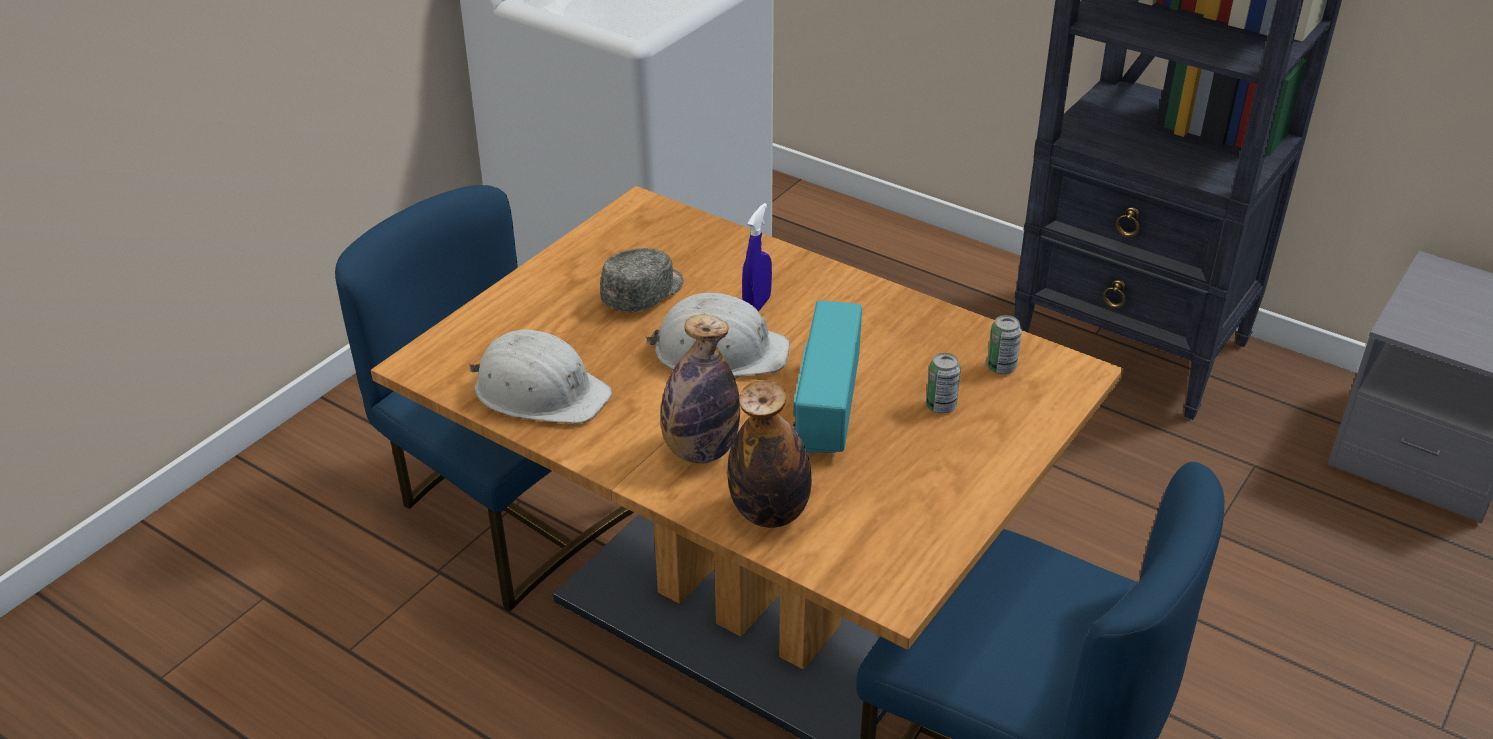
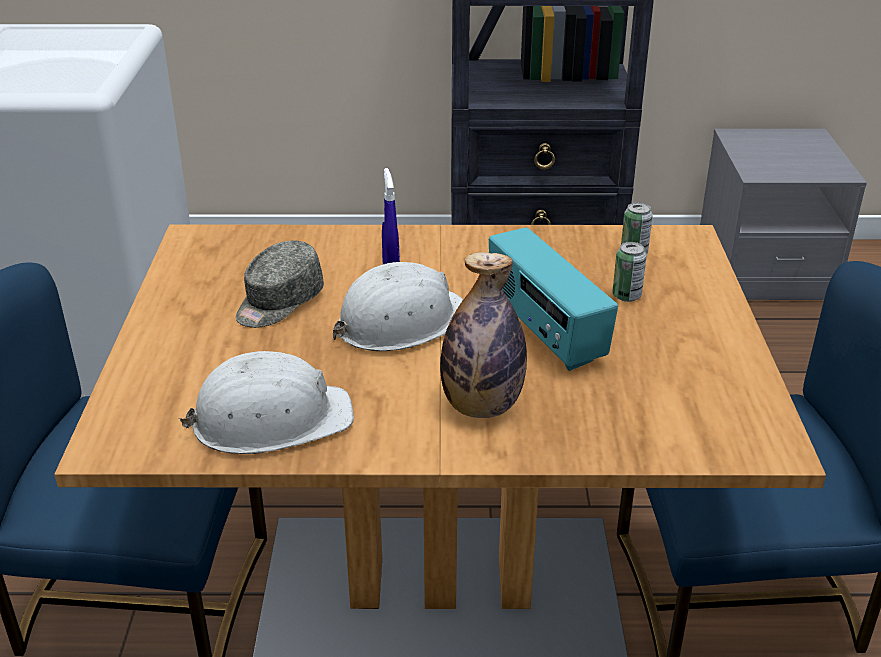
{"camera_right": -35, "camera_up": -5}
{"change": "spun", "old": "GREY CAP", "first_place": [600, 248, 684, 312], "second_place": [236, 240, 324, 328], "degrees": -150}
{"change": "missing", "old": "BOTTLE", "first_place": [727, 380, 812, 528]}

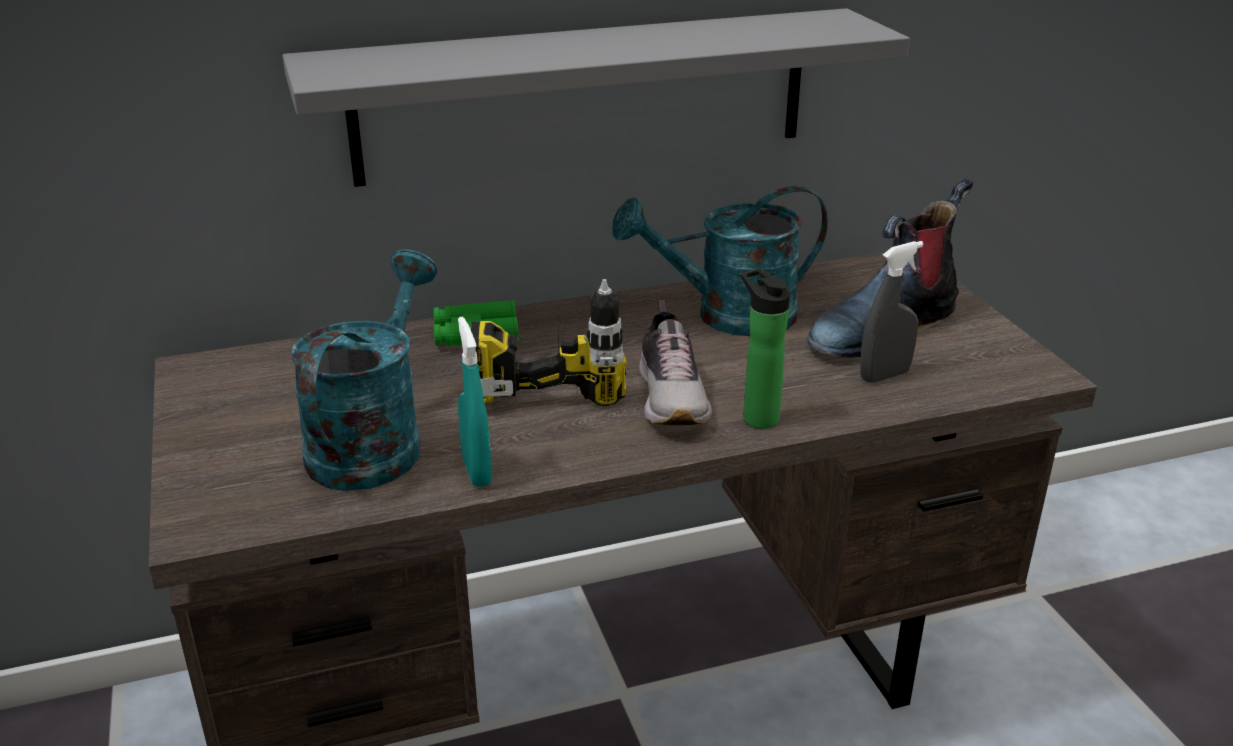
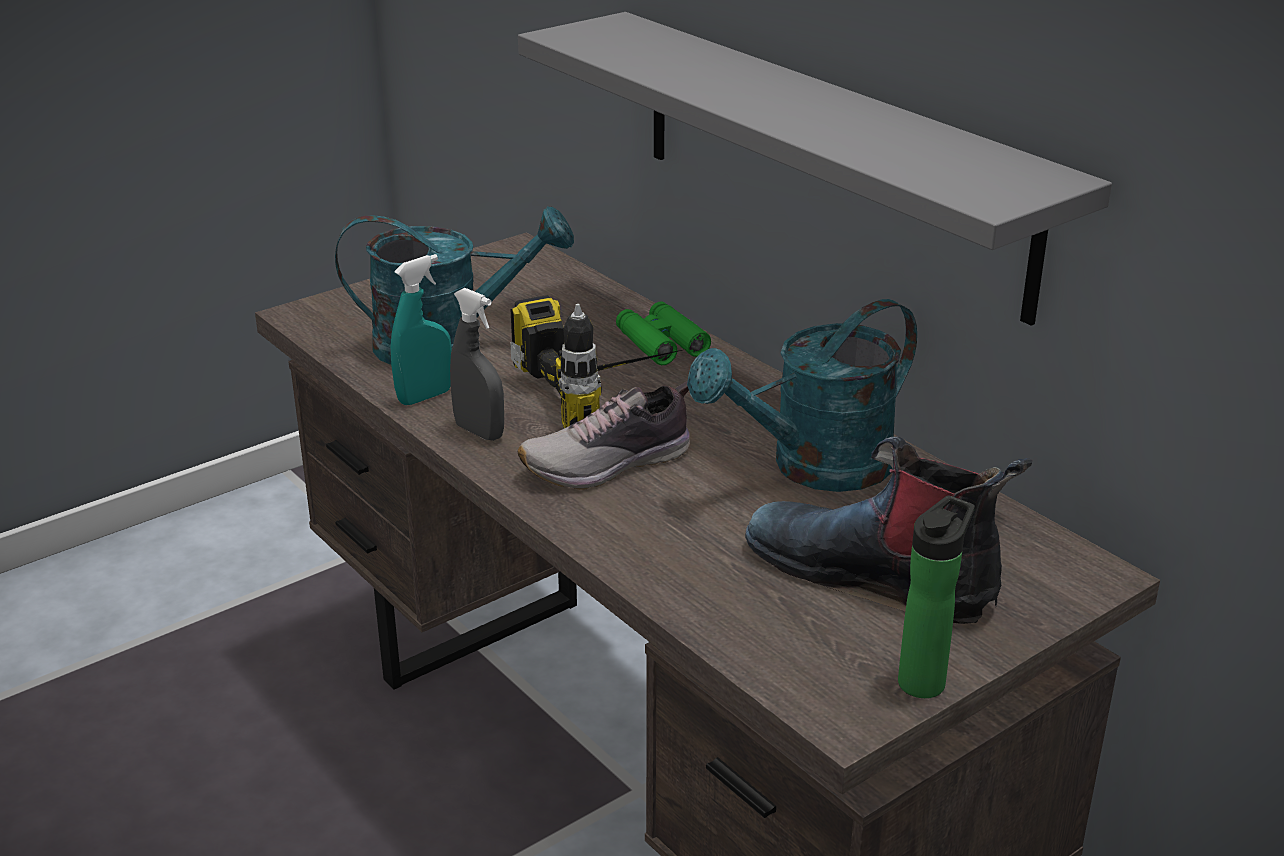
{"camera_right": 70, "camera_up": 0}
{"change": "relocated", "old": "GREY SPRAY BOTTLE", "first_place": [860, 241, 923, 382], "second_place": [450, 288, 504, 441]}
{"change": "spun", "old": "TURQUOISE WATERING CAN", "first_place": [612, 186, 828, 336], "second_place": [687, 299, 917, 492], "degrees": -90}
{"change": "relocated", "old": "BOTTLE", "first_place": [741, 268, 790, 429], "second_place": [898, 495, 975, 698]}

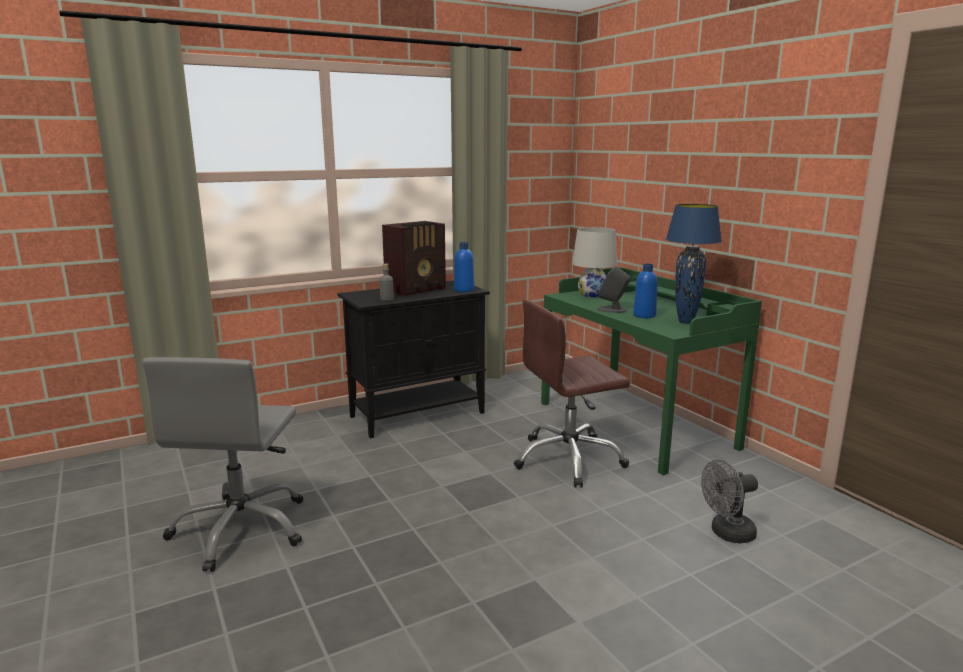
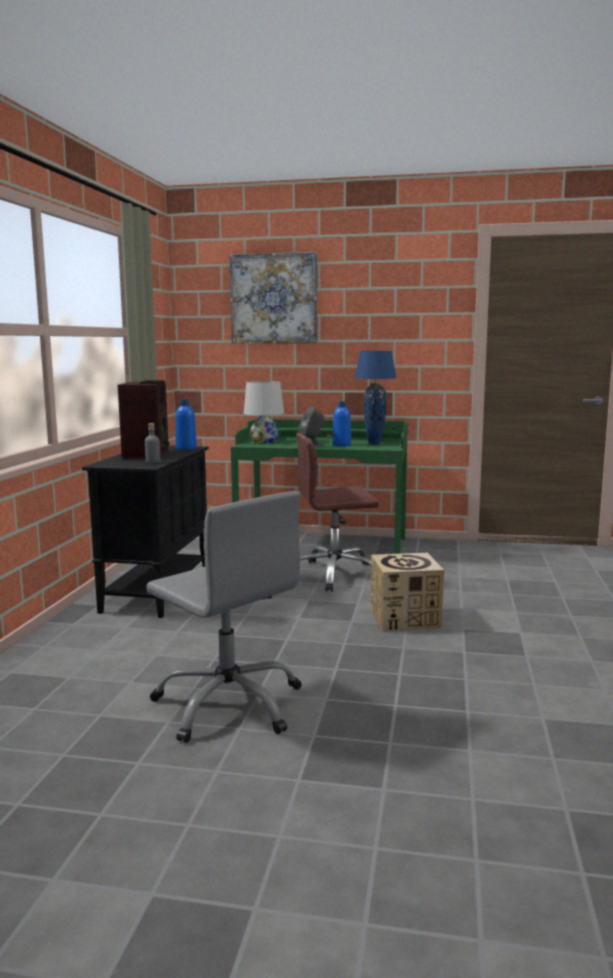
{"camera_right": -50, "camera_up": -5}
{"change": "appeared", "new": "PICTURE", "second_place": [230, 252, 317, 344]}
{"change": "spun", "old": "BROWN OFFICE CHAIR", "first_place": [514, 300, 630, 488], "second_place": [296, 433, 379, 592], "degrees": 60}
{"change": "appeared", "new": "CARDBOARD BOX", "second_place": [370, 553, 444, 631]}
{"change": "missing", "old": "GREY FAN", "first_place": [701, 460, 758, 544]}

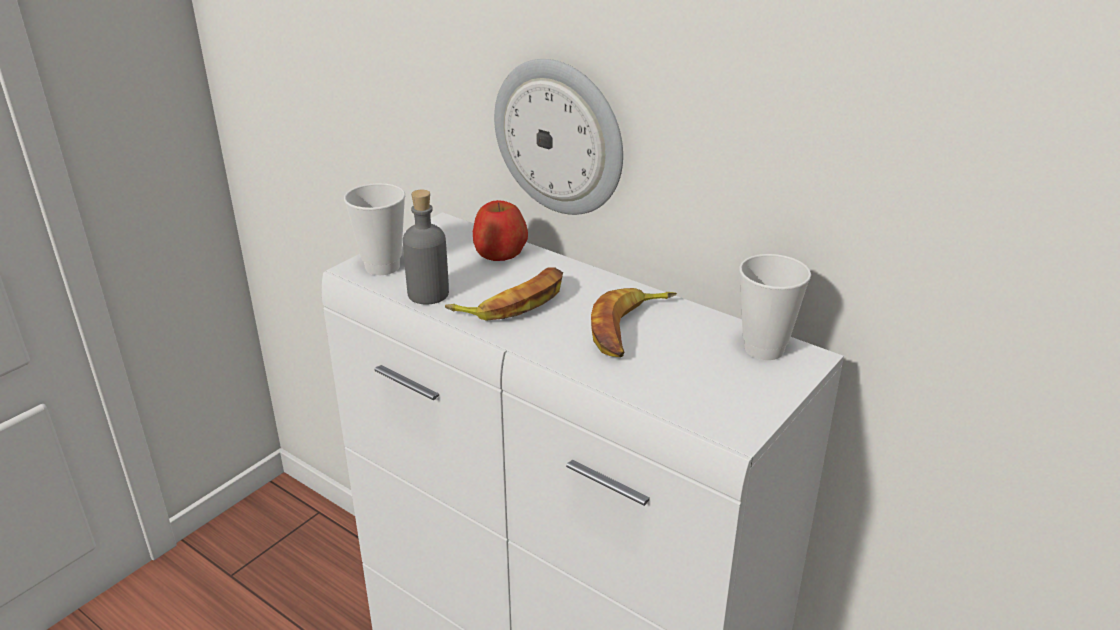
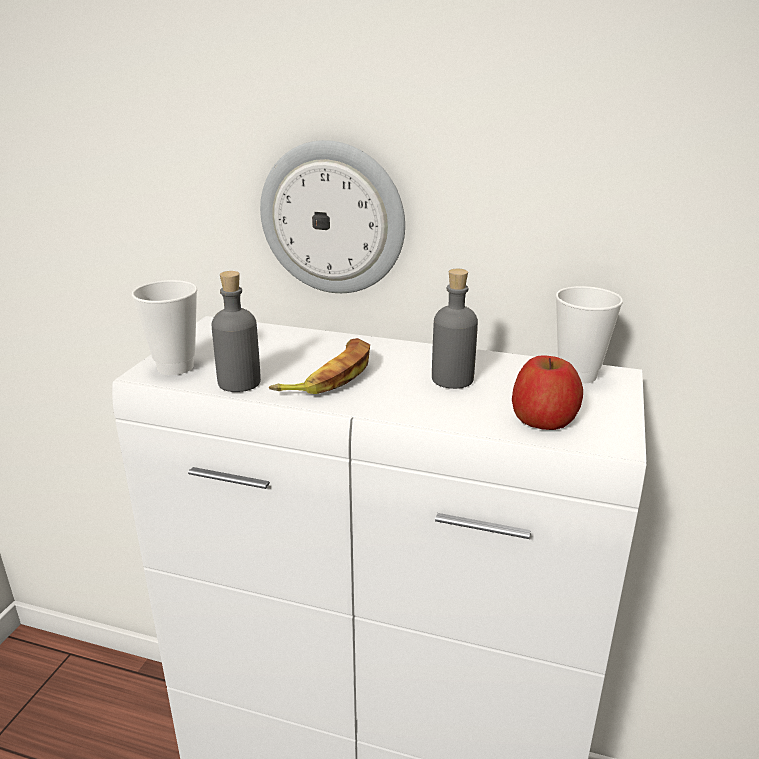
{"camera_right": -20, "camera_up": -5}
{"change": "exchanged", "old": "BANANA", "new": "GREY BOTTLE", "first_place": [591, 288, 677, 357], "second_place": [432, 269, 478, 389]}
{"change": "relocated", "old": "APPLE", "first_place": [473, 200, 528, 261], "second_place": [512, 355, 583, 430]}

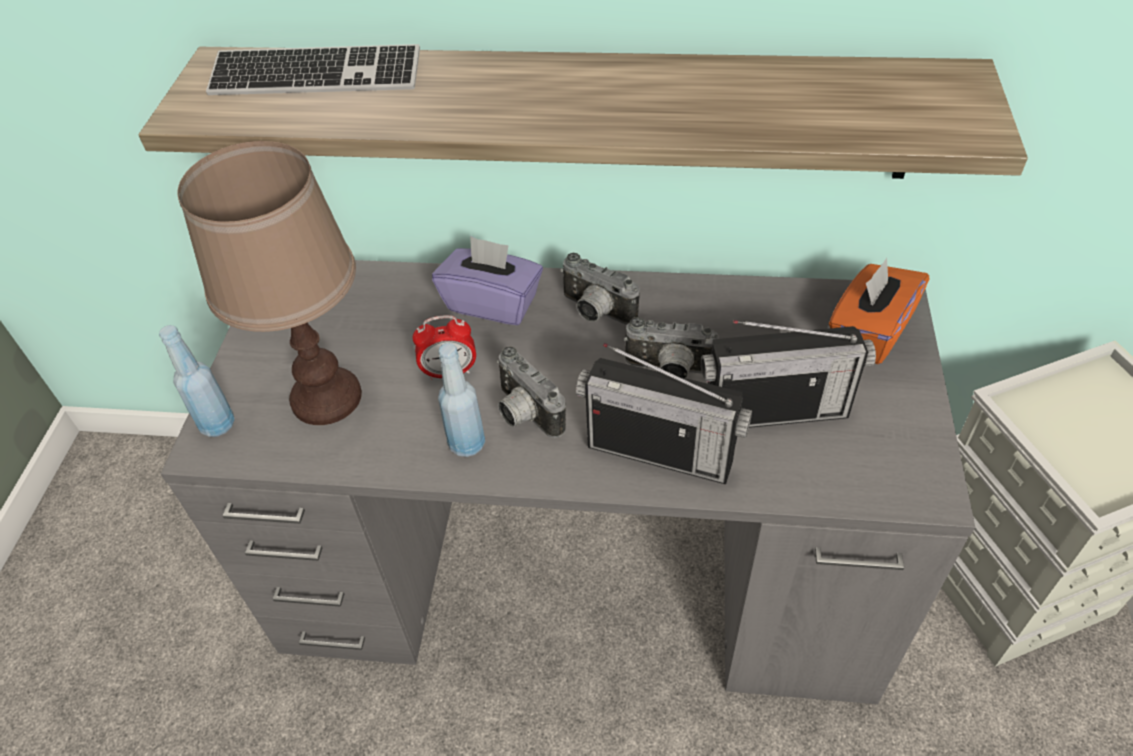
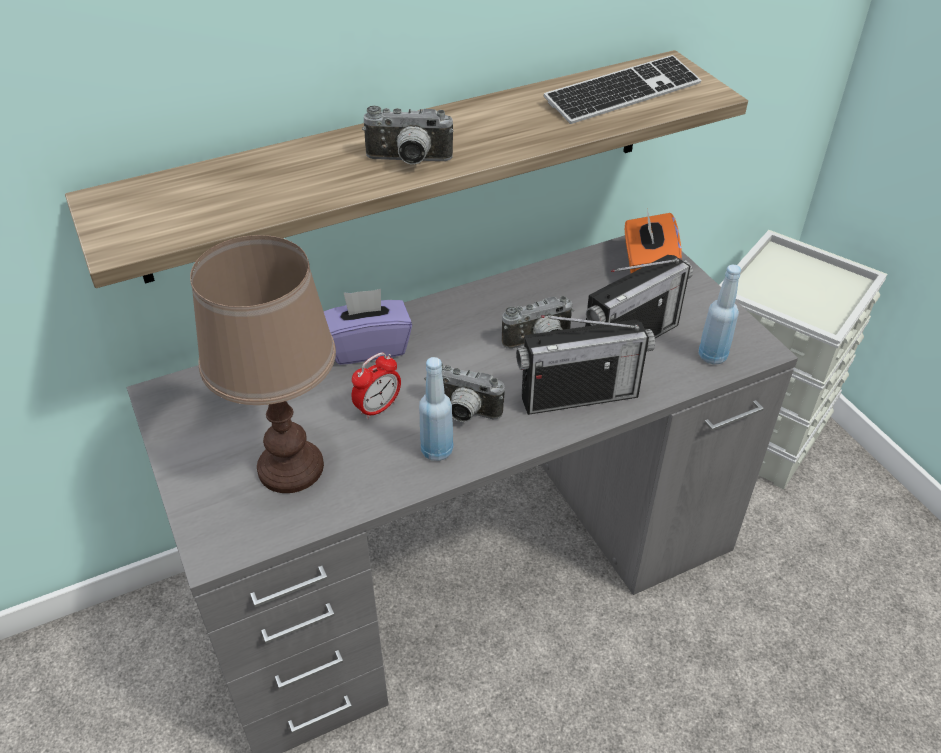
{"camera_right": -35, "camera_up": -5}
{"change": "relocated", "old": "PHOTO CAMERA", "first_place": [560, 253, 640, 325], "second_place": [362, 106, 454, 165]}
{"change": "relocated", "old": "KEYBOARD", "first_place": [206, 44, 420, 95], "second_place": [544, 55, 701, 124]}
{"change": "relocated", "old": "BLUE BOTTLE", "first_place": [159, 325, 235, 437], "second_place": [699, 265, 741, 365]}

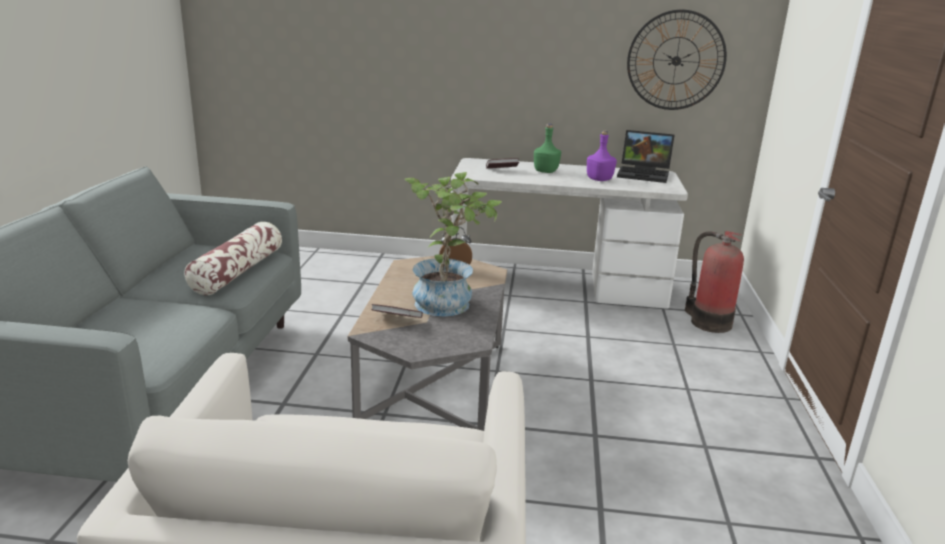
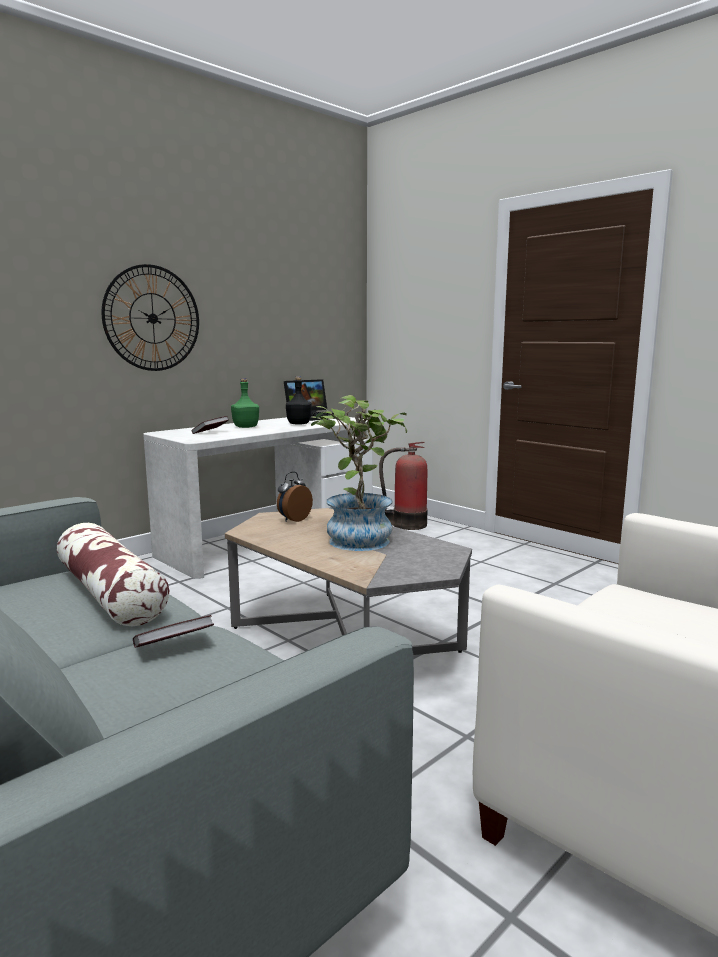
{"camera_right": -50, "camera_up": -10}
{"change": "relocated", "old": "WALL CLOCK", "first_place": [627, 10, 727, 110], "second_place": [102, 264, 199, 371]}
{"change": "relocated", "old": "BOOK", "first_place": [371, 304, 423, 318], "second_place": [133, 615, 214, 648]}
{"change": "colour", "old": "PURPLE BOTTLE", "new": "BLACK BOTTLE", "first_place": [587, 130, 617, 181], "second_place": [286, 377, 312, 425]}

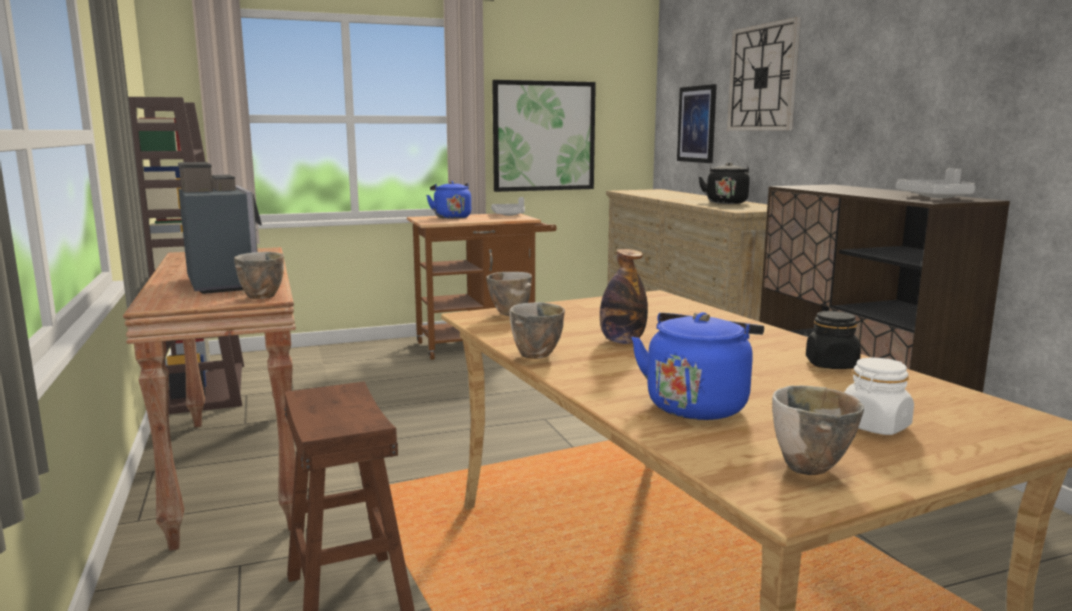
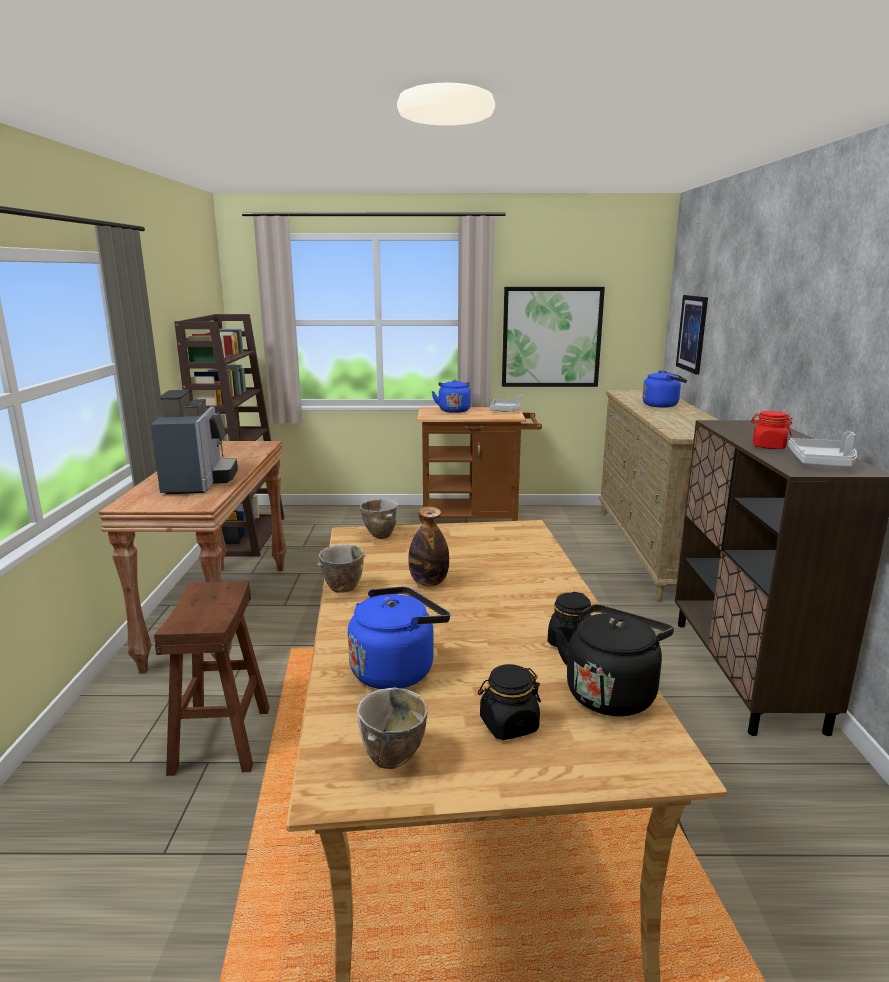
{"camera_right": 20, "camera_up": 5}
{"change": "colour", "old": "WHITE JAR", "new": "BLACK JAR", "first_place": [844, 357, 914, 435], "second_place": [478, 664, 541, 740]}
{"change": "relocated", "old": "BLACK KETTLE", "first_place": [698, 162, 750, 204], "second_place": [554, 604, 674, 716]}
{"change": "appeared", "new": "BLUE KETTLE", "second_place": [642, 370, 687, 408]}
{"change": "appeared", "new": "RED JAR", "second_place": [751, 411, 792, 449]}
{"change": "missing", "old": "BOWL", "first_place": [234, 252, 284, 299]}
{"change": "missing", "old": "WALL CLOCK", "first_place": [727, 17, 800, 130]}

